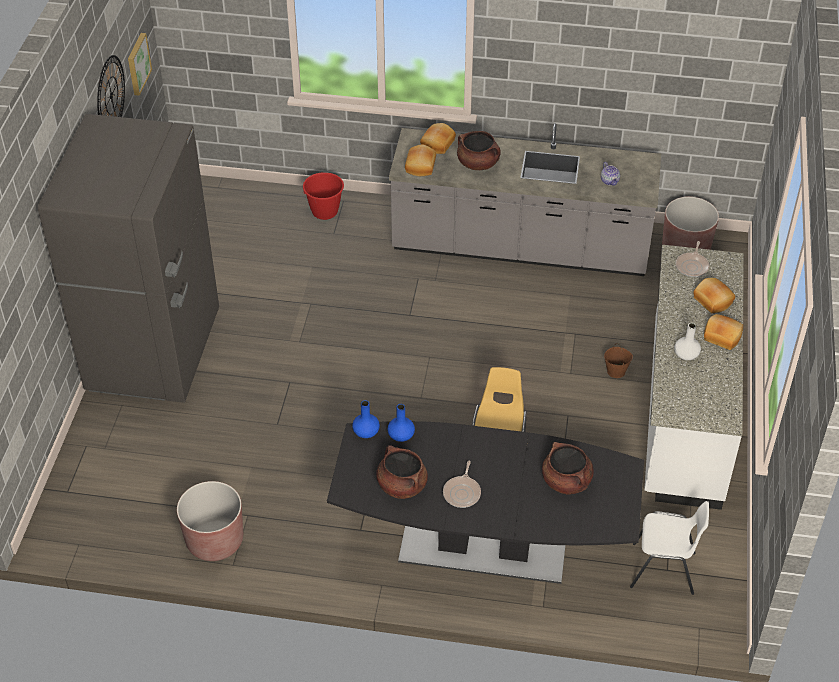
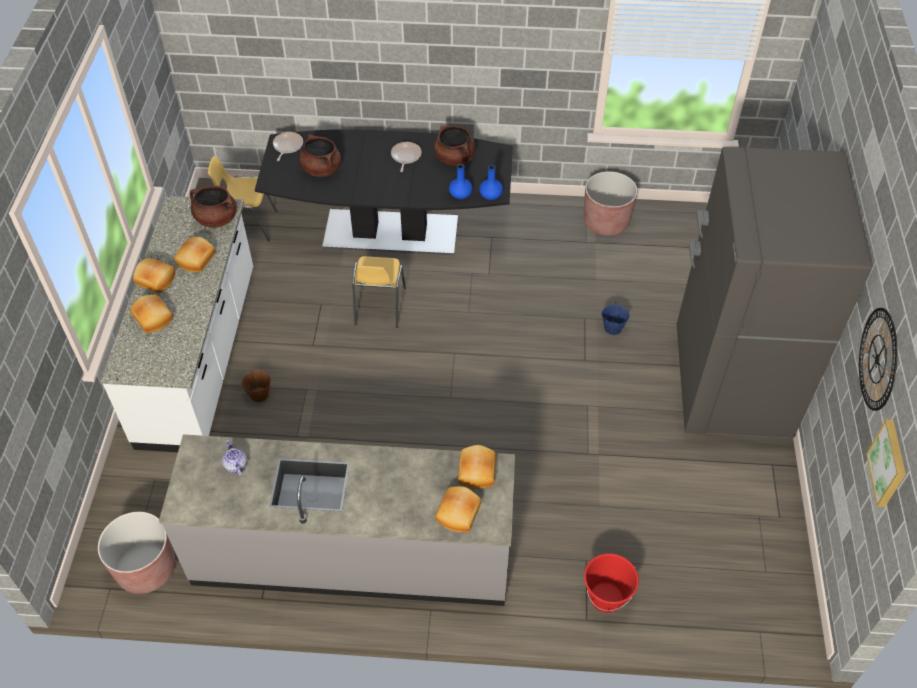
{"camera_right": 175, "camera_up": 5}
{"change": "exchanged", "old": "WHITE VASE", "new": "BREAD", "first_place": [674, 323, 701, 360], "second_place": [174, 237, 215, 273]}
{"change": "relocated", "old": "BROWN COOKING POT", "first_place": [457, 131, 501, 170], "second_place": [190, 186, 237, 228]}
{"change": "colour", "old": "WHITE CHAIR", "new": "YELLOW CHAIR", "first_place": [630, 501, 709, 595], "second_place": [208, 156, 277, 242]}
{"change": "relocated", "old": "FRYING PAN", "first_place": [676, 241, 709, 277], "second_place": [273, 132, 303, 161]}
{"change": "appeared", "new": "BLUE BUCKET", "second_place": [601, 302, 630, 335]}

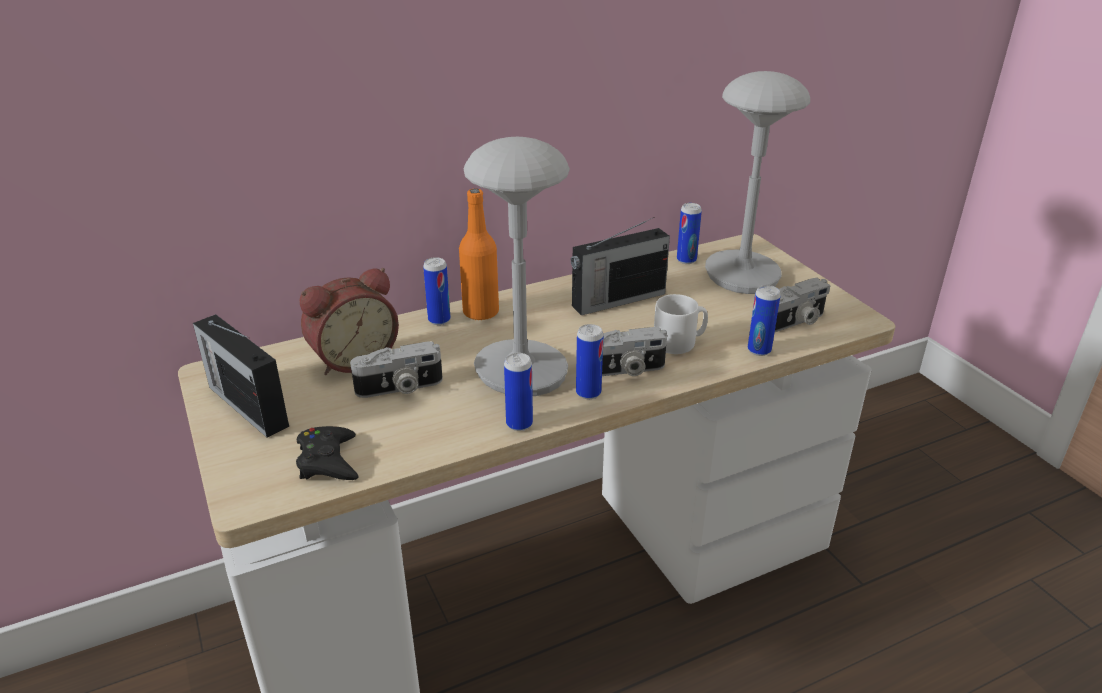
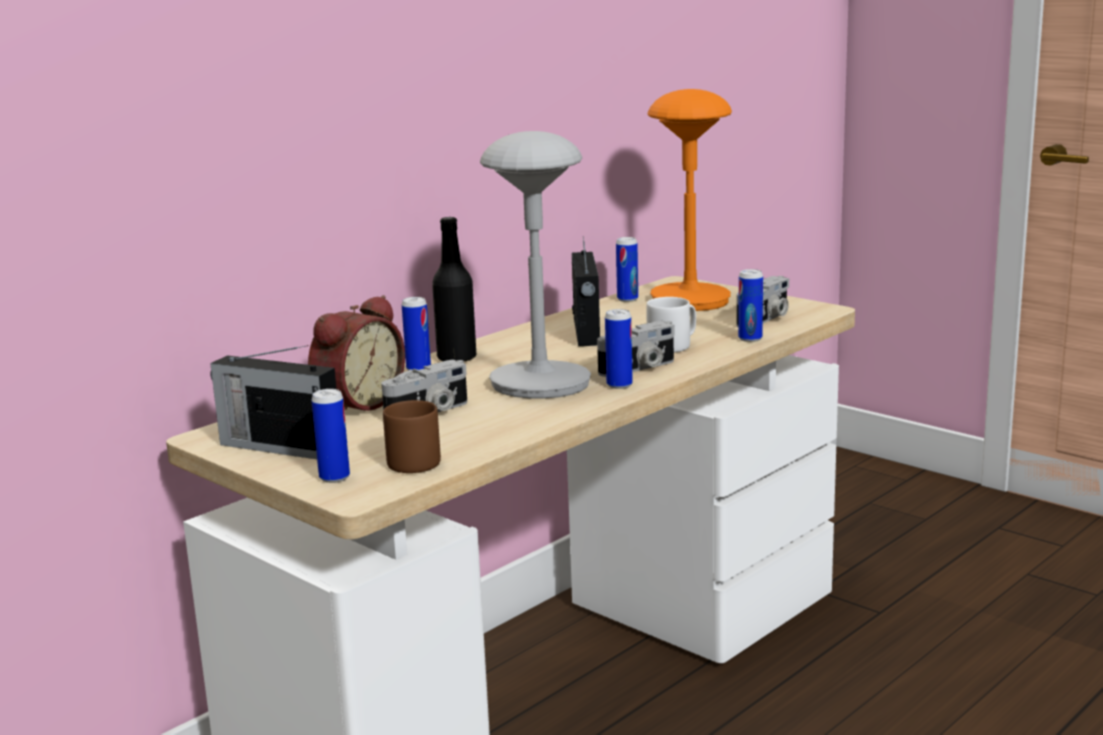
{"camera_right": -20, "camera_up": -15}
{"change": "relocated", "old": "CAN", "first_place": [504, 353, 533, 431], "second_place": [311, 389, 350, 483]}
{"change": "exchanged", "old": "BLACK GAME CONTROLLER", "new": "BROWN MUG", "first_place": [296, 426, 359, 480], "second_place": [383, 400, 441, 473]}
{"change": "colour", "old": "ORANGE BOTTLE", "new": "BLACK BOTTLE", "first_place": [459, 189, 499, 321], "second_place": [432, 217, 476, 361]}
{"change": "spun", "old": "RADIO", "first_place": [571, 217, 670, 315], "second_place": [572, 238, 600, 346], "degrees": -45}
{"change": "colour", "old": "GREY TABLE LAMP", "new": "ORANGE TABLE LAMP", "first_place": [705, 71, 810, 294], "second_place": [648, 89, 732, 311]}

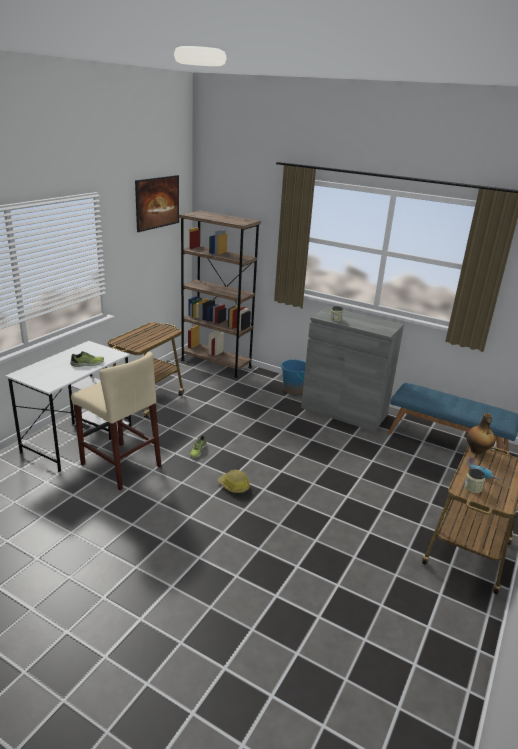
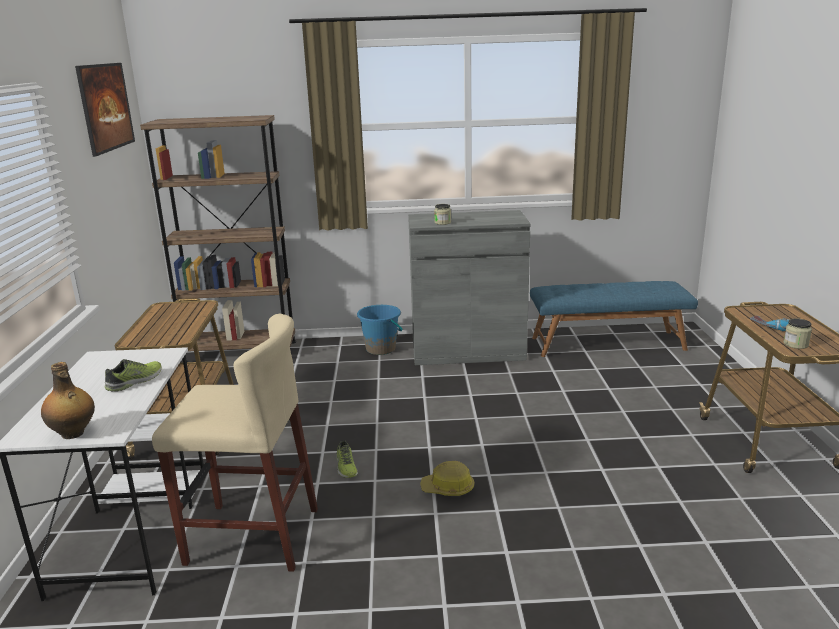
{"camera_right": -30, "camera_up": -5}
{"change": "relocated", "old": "BOTTLE", "first_place": [467, 413, 495, 454], "second_place": [41, 362, 95, 439]}

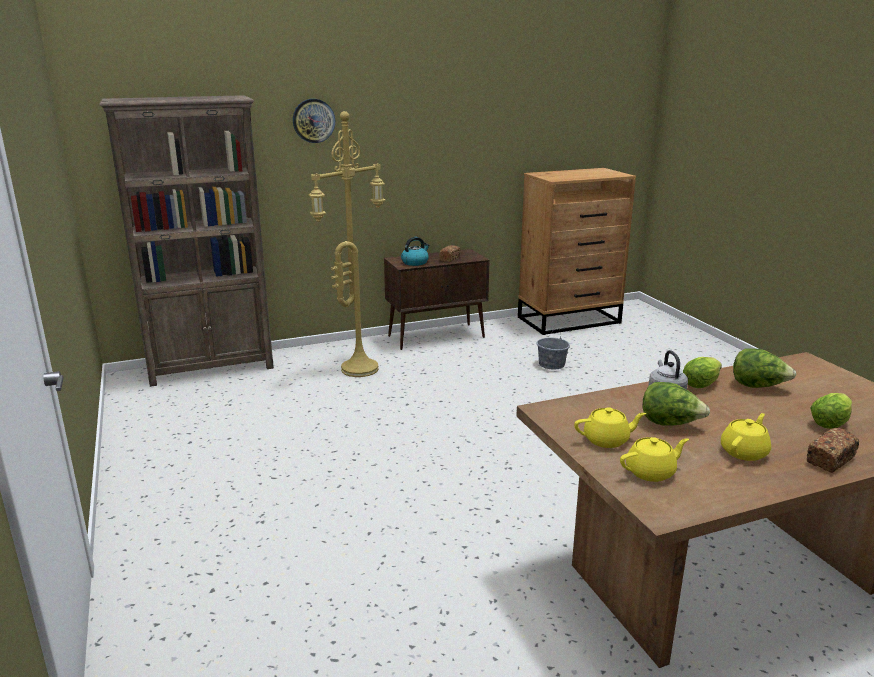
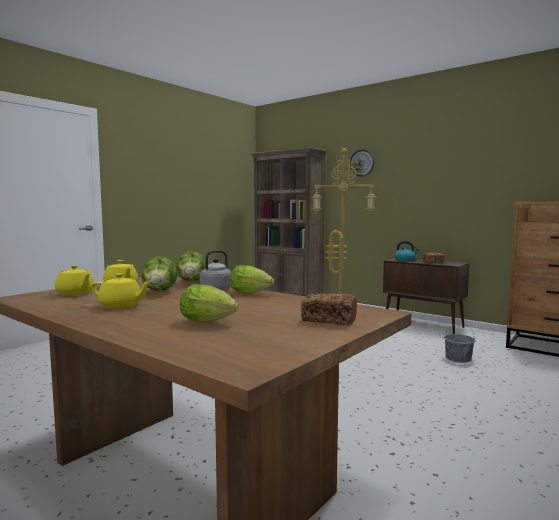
{"camera_right": 60, "camera_up": -15}
{"change": "relocated", "old": "LETTUCE", "first_place": [733, 348, 796, 388], "second_place": [176, 251, 205, 282]}
{"change": "relocated", "old": "BREAD", "first_place": [807, 428, 859, 473], "second_place": [301, 293, 357, 325]}

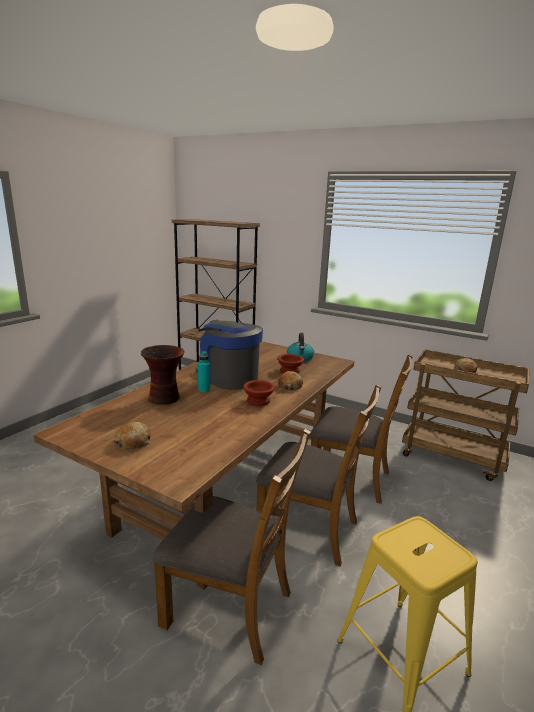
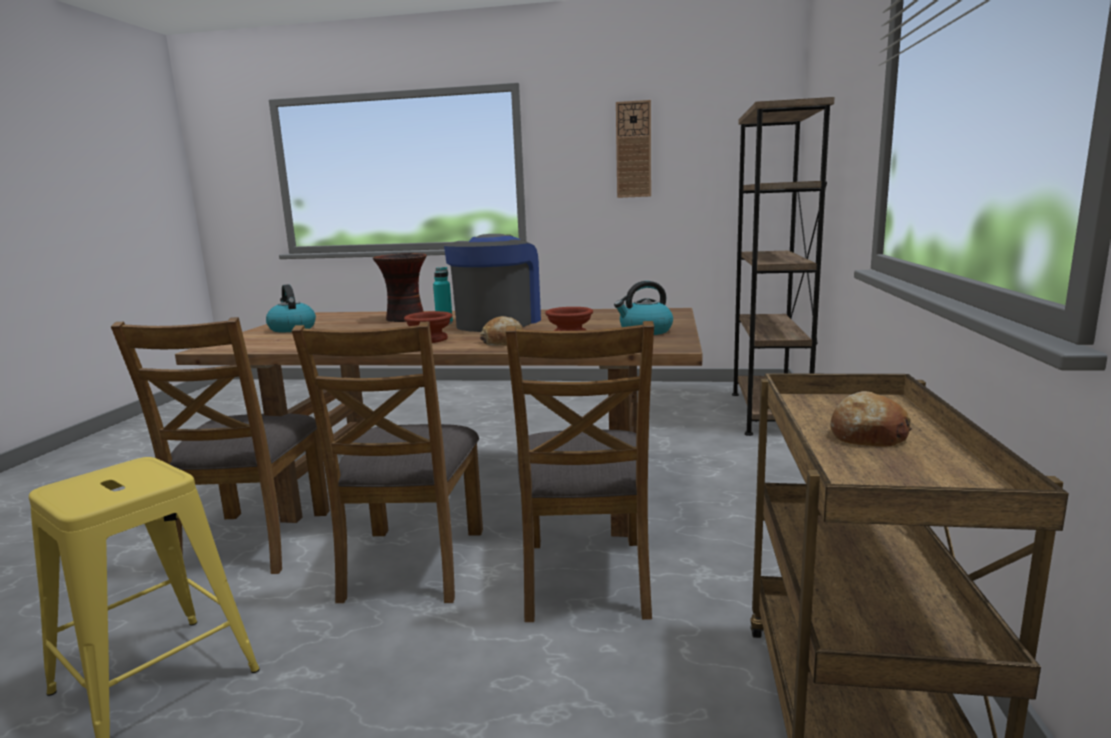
{"camera_right": 70, "camera_up": -5}
{"change": "exchanged", "old": "BREAD", "new": "KETTLE", "first_place": [114, 422, 151, 449], "second_place": [266, 284, 316, 332]}
{"change": "appeared", "new": "WALL CLOCK", "second_place": [616, 100, 651, 198]}

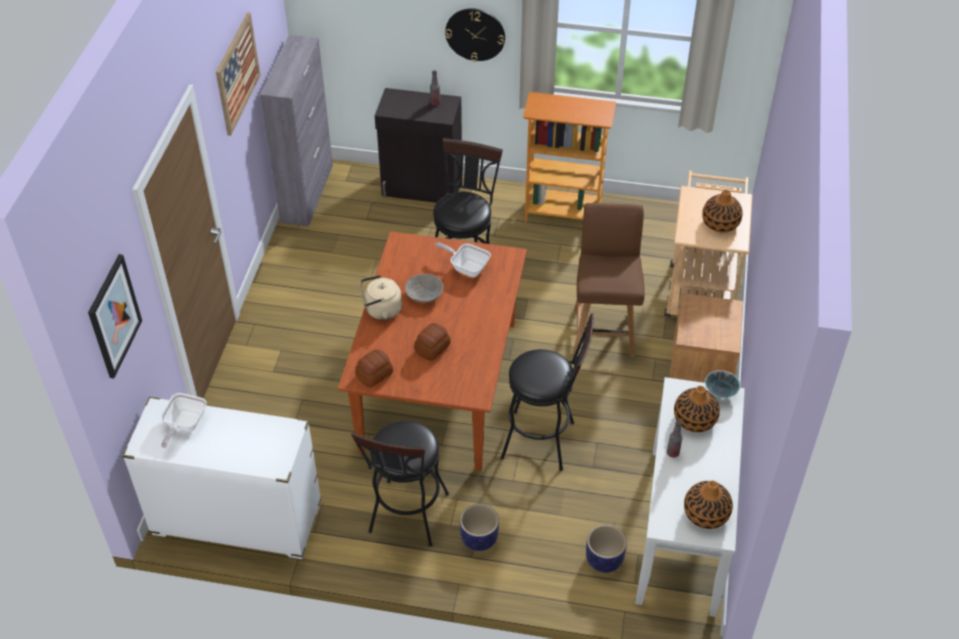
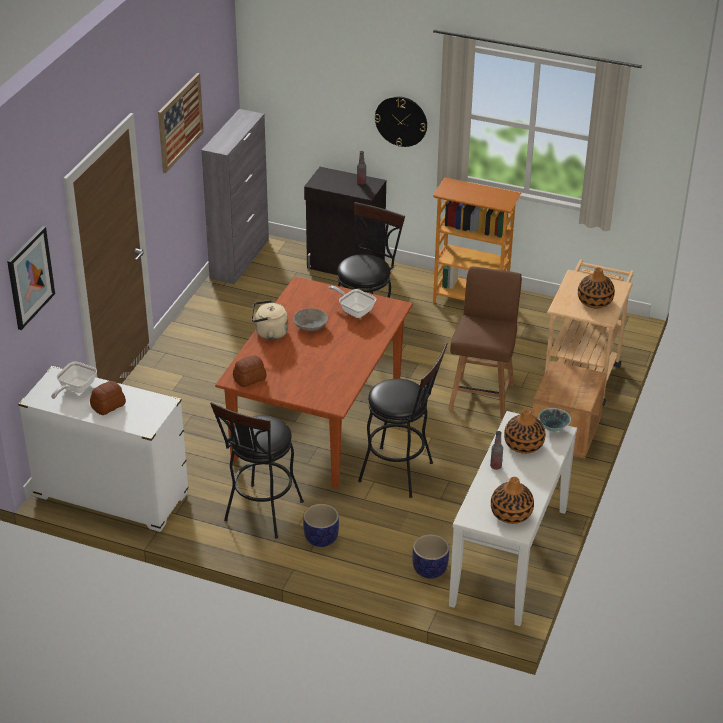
{"camera_right": 10, "camera_up": -10}
{"change": "relocated", "old": "BREAD", "first_place": [414, 323, 451, 361], "second_place": [90, 381, 126, 415]}

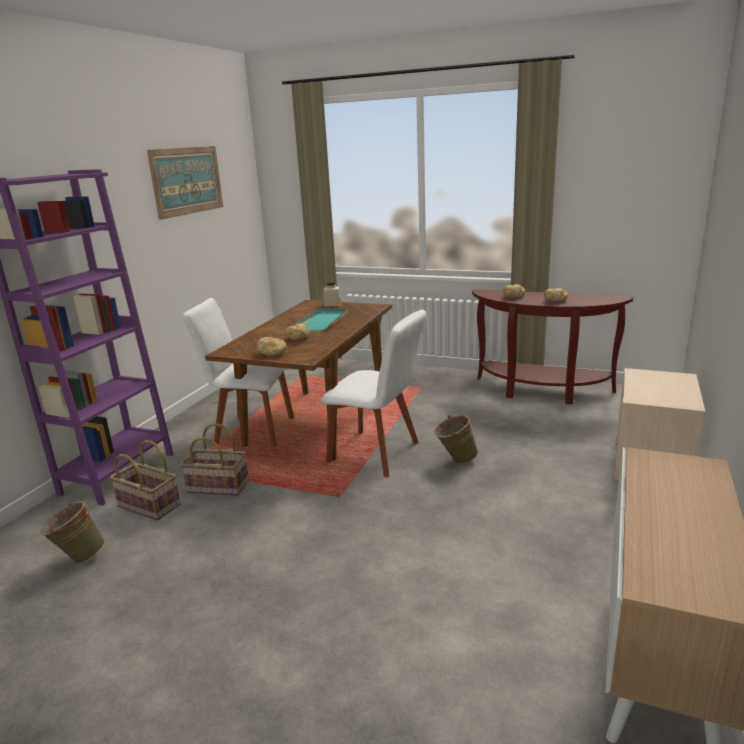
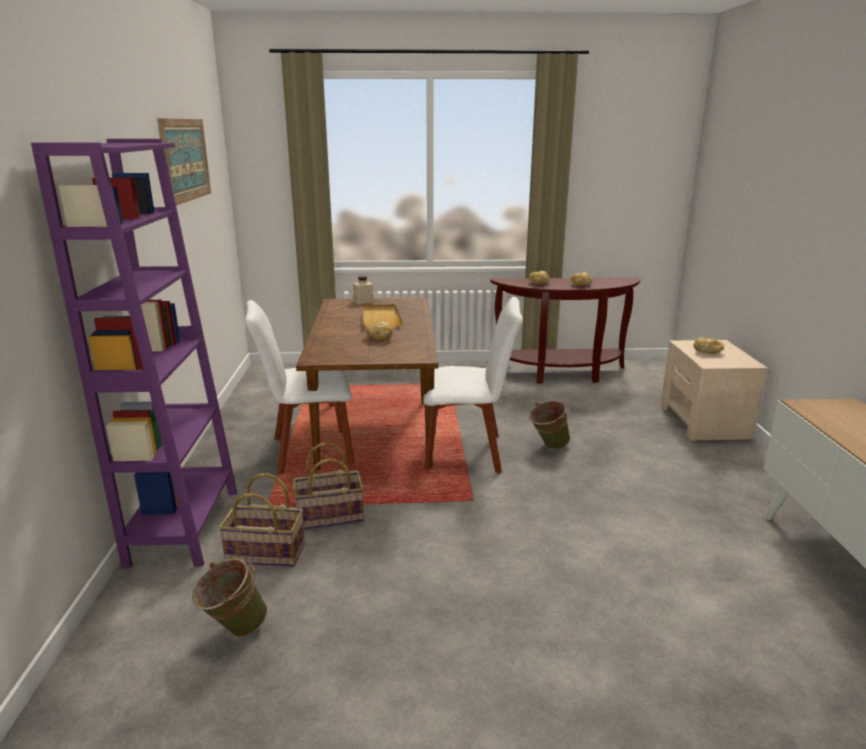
{"camera_right": -25, "camera_up": 0}
{"change": "colour", "old": "TURQUOISE TRAY", "new": "BEIGE TRAY", "first_place": [295, 308, 348, 331], "second_place": [362, 304, 403, 329]}
{"change": "relocated", "old": "BREAD", "first_place": [257, 337, 286, 356], "second_place": [693, 337, 724, 354]}

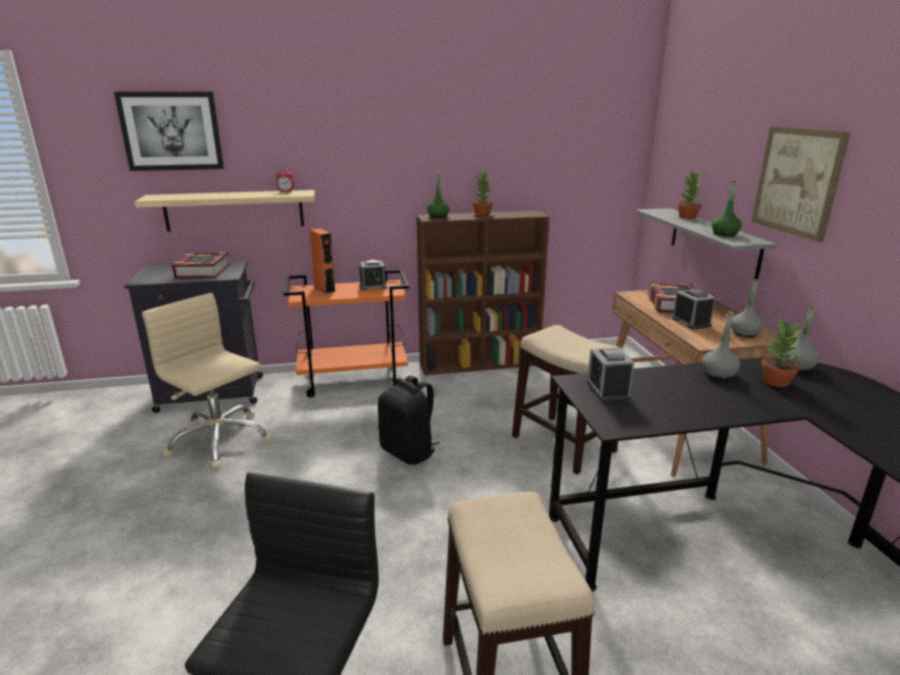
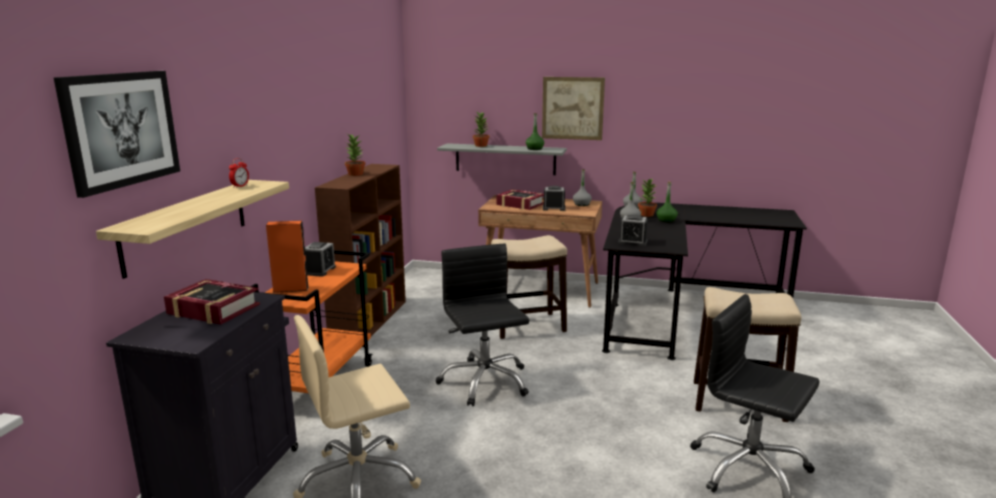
{"camera_right": -65, "camera_up": -5}
{"change": "exchanged", "old": "BLACK BACKPACK", "new": "BLACK OFFICE CHAIR", "first_place": [378, 375, 440, 465], "second_place": [436, 244, 529, 406]}
{"change": "relocated", "old": "GREEN BOTTLE", "first_place": [427, 172, 450, 218], "second_place": [656, 181, 678, 222]}

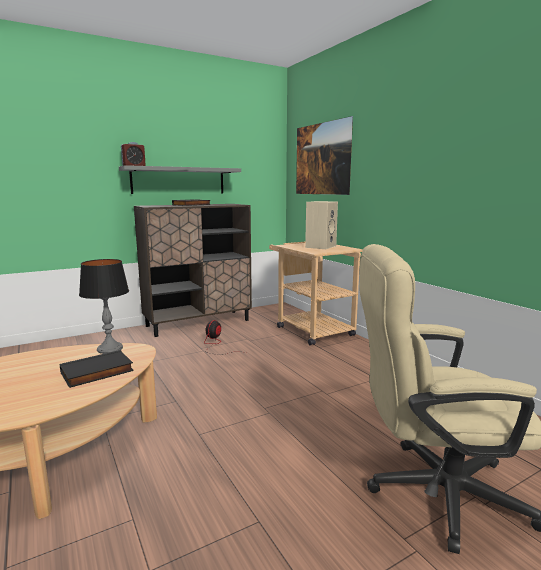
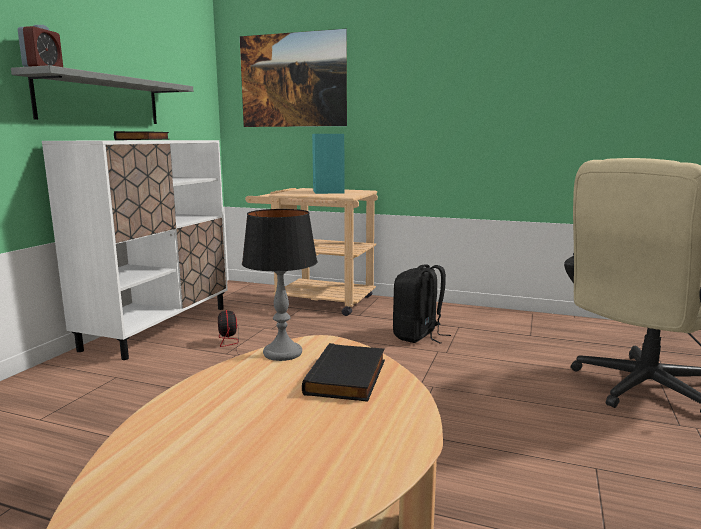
{"camera_right": -40, "camera_up": 0}
{"change": "colour", "old": "BROWN CABINET", "new": "WHITE CABINET", "first_place": [134, 204, 252, 337], "second_place": [42, 140, 228, 360]}
{"change": "colour", "old": "BEIGE SPEAKER", "new": "TURQUOISE SPEAKER", "first_place": [305, 201, 338, 249], "second_place": [312, 134, 344, 194]}
{"change": "appeared", "new": "BLACK BACKPACK", "second_place": [393, 264, 451, 344]}

